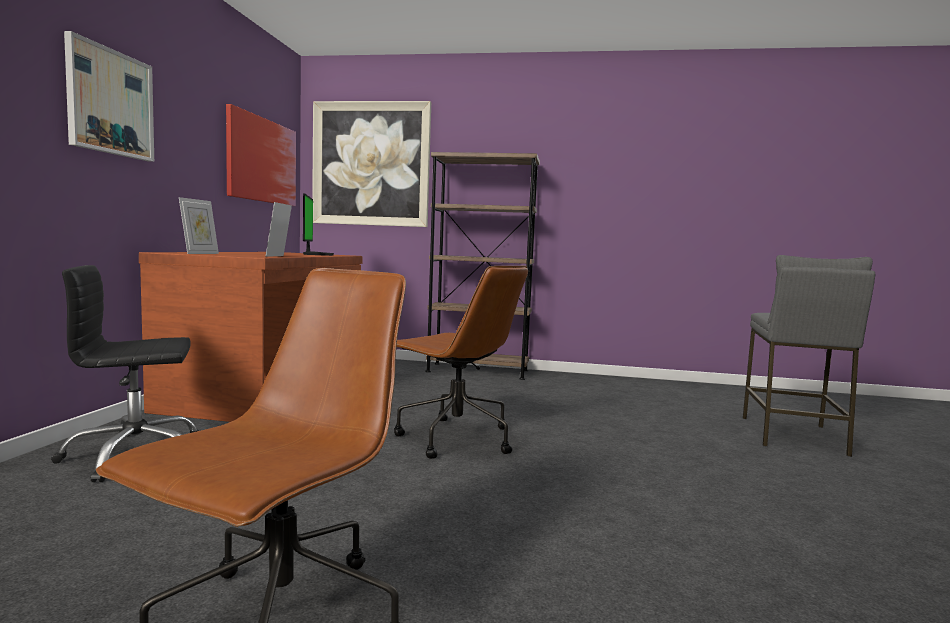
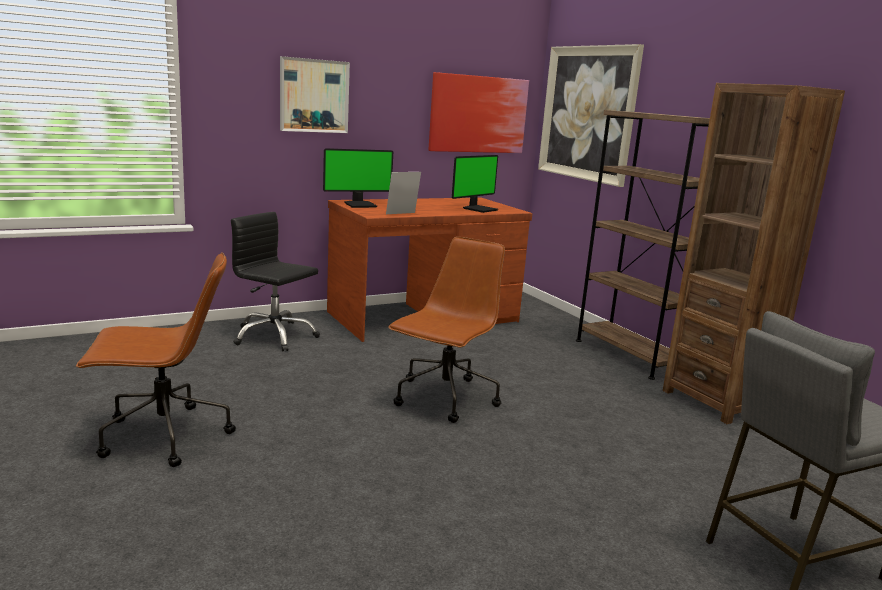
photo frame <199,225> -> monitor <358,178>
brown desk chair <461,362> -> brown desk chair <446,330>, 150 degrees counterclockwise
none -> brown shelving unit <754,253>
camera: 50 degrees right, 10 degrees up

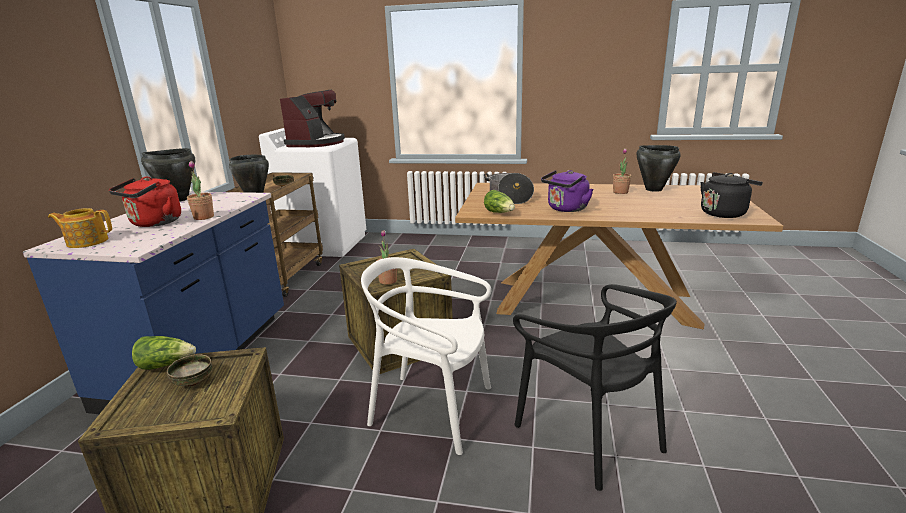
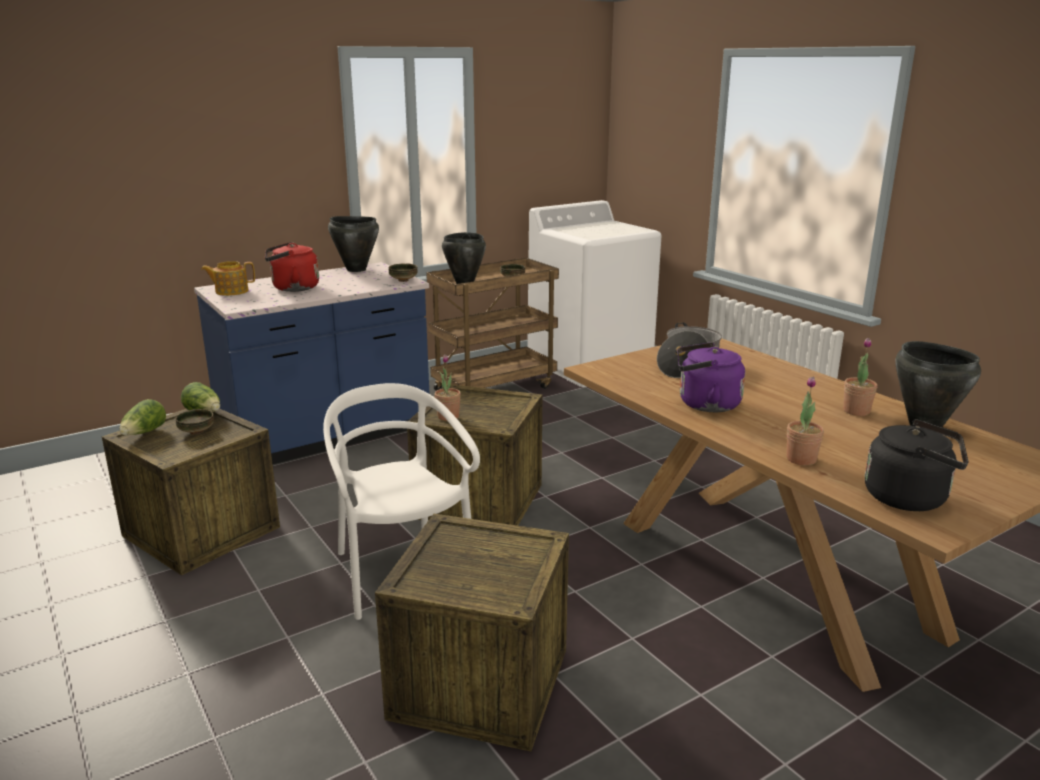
coffee maker <312,118> -> none
potted plant <200,190> -> potted plant <805,421>, shifted
head of lettuce <499,201> -> head of lettuce <142,417>, shifted
tea pot <80,228> -> tea pot <228,278>, 60 degrees counterclockwise
black-coloured upright chair <595,387> -> crate <472,632>
none -> bowl <403,272>
camera: 45 degrees right, 0 degrees up

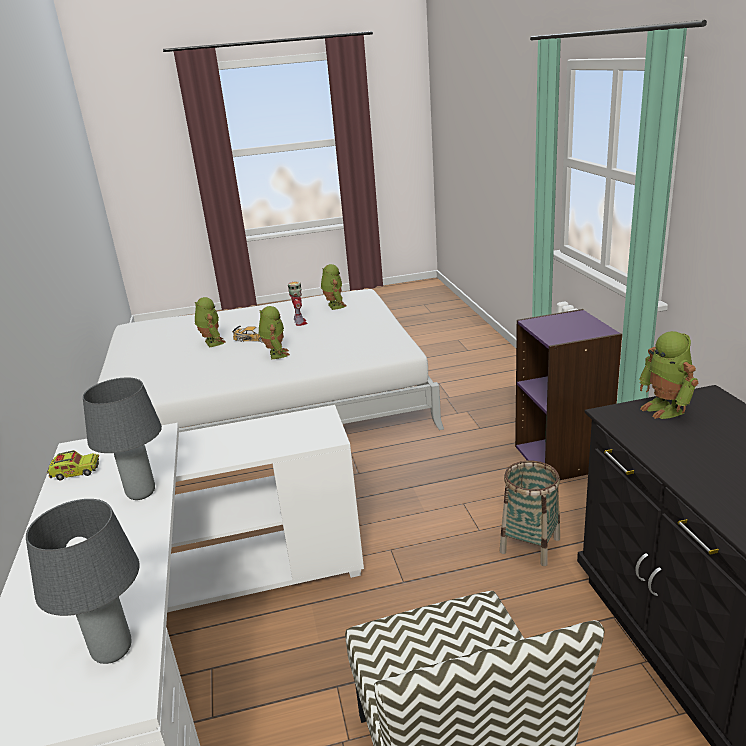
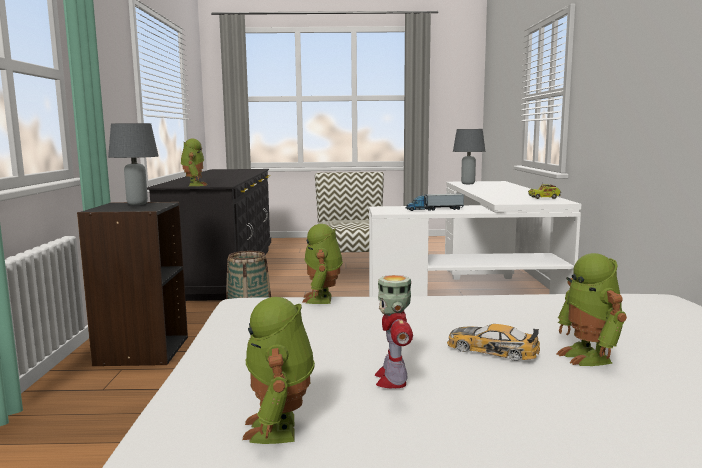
model robot <274,333> -> model robot <322,264>, shifted
purple shelving unit <568,394> -> black-coloured shelving unit <132,284>
greyish table lamp <122,438> -> greyish table lamp <133,164>, shifted
none -> toy truck <435,202>
camera: 170 degrees left, 15 degrees down

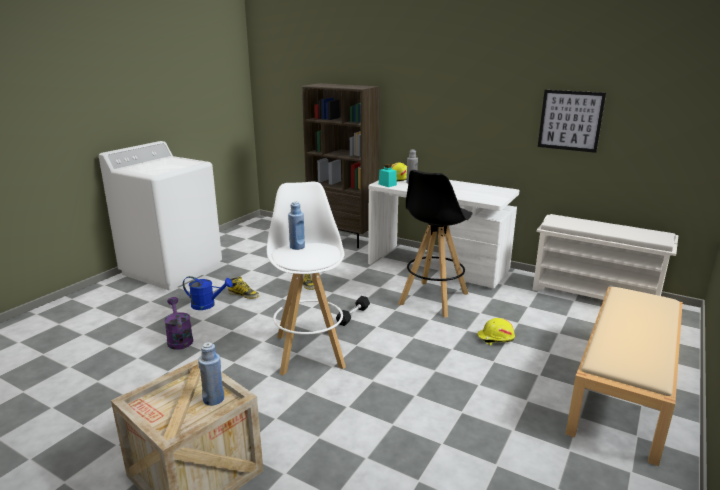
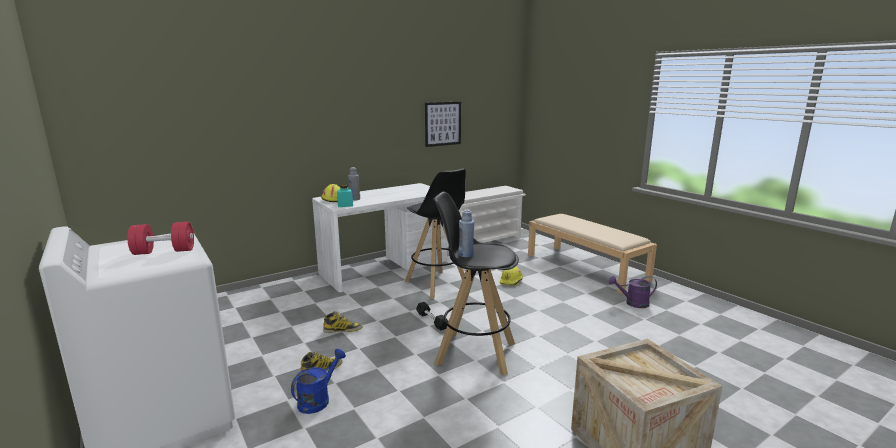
brown shelving unit <341,165> -> none
whitish stool <306,278> -> black-coloured stool <476,283>
purple watering can <178,323> -> purple watering can <633,292>, shifted
bluish bottle <211,374> -> none
none -> red dumbbell <160,238>
camera: 65 degrees left, 5 degrees down

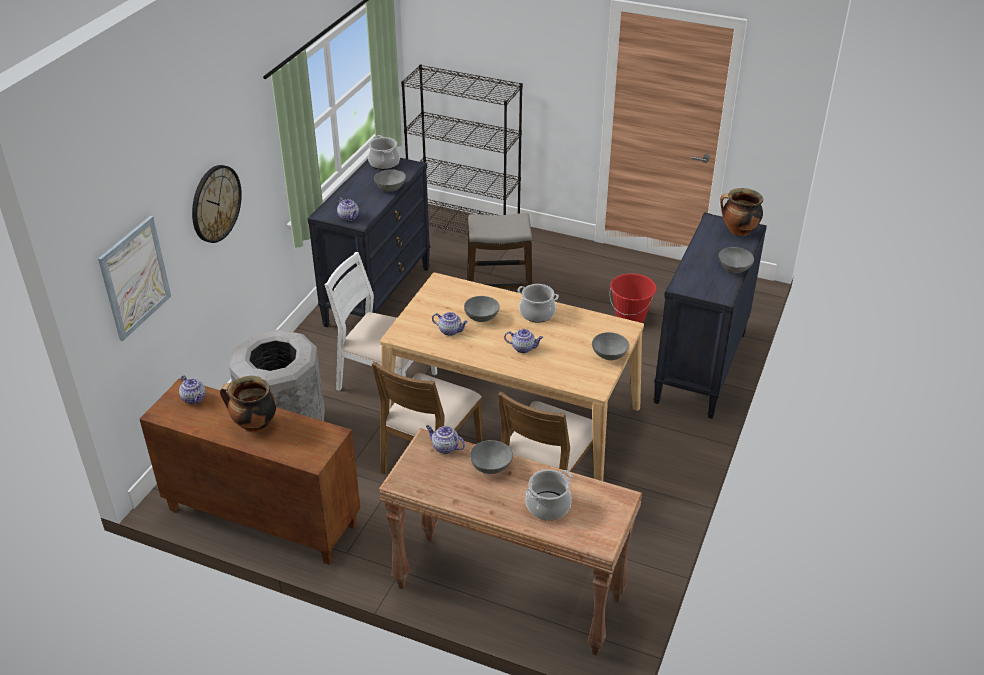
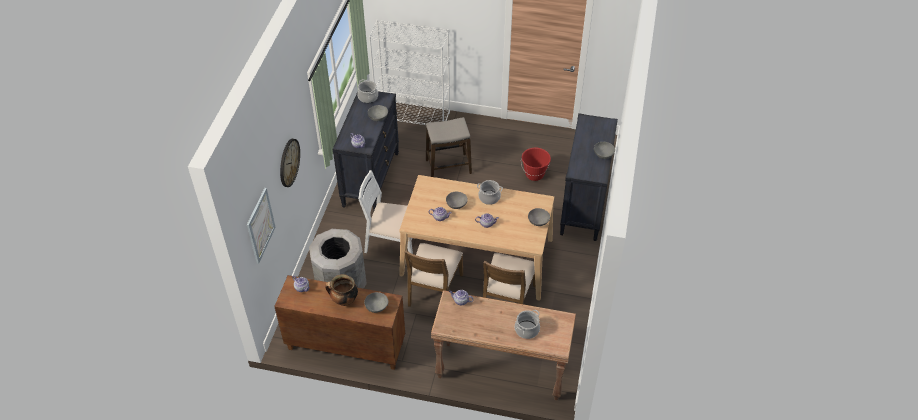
black-coloured shelving unit <462,149> -> whitish shelving unit <409,72>
cooking pot <741,212> -> none
greyish bowl <491,457> -> greyish bowl <376,302>, shifted
camera: 10 degrees left, 10 degrees up

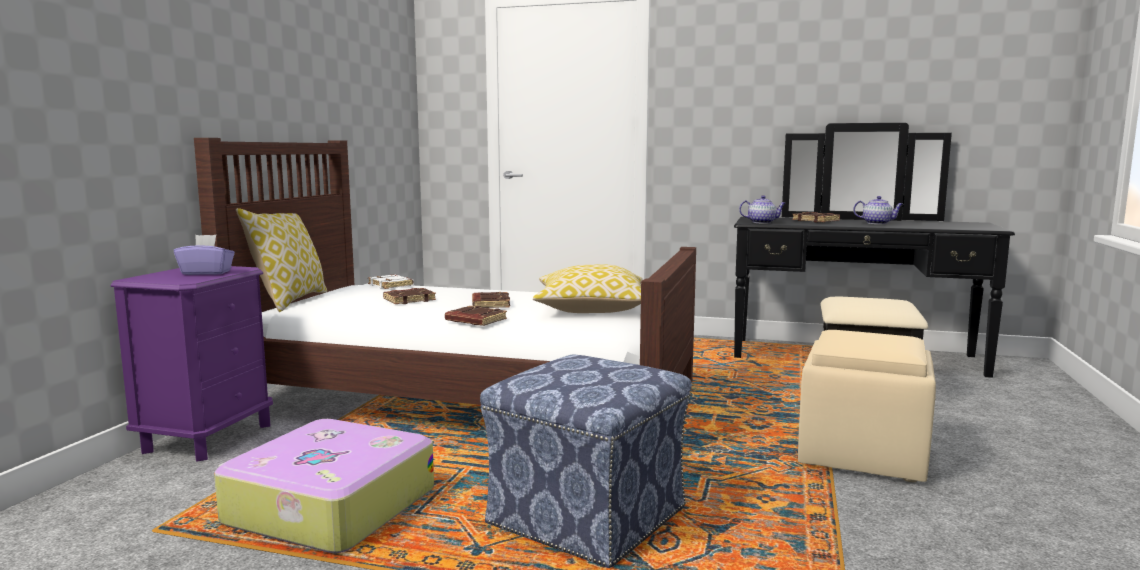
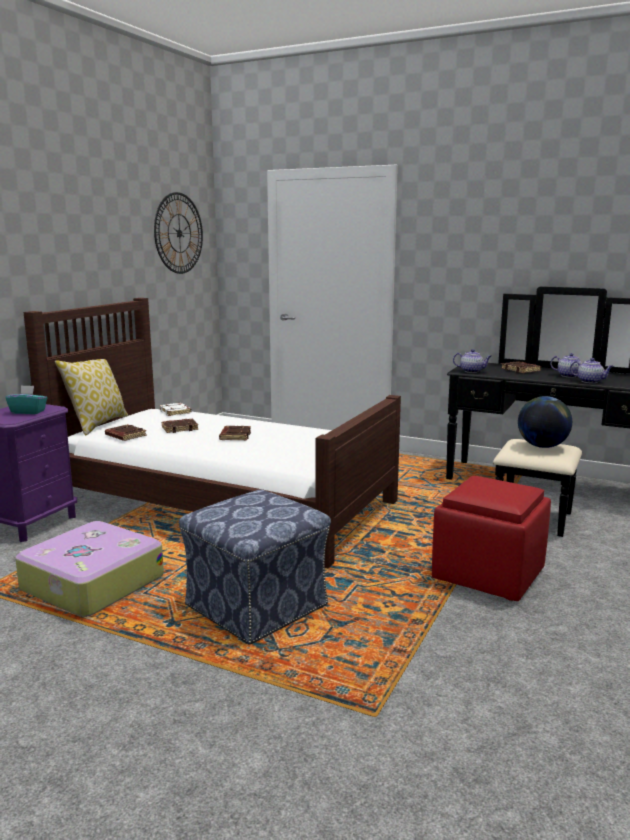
purple tissue box <204,255> -> turquoise-coloured tissue box <26,399>
cushion <588,289> -> none
brown book <476,316> -> brown book <126,432>, shifted
sand-coloured pouffe <867,406> -> red pouffe <491,538>
none -> clock on the wall <178,233>
none -> tea pot <592,370>
none -> globe <545,422>
camera: 10 degrees right, 5 degrees up

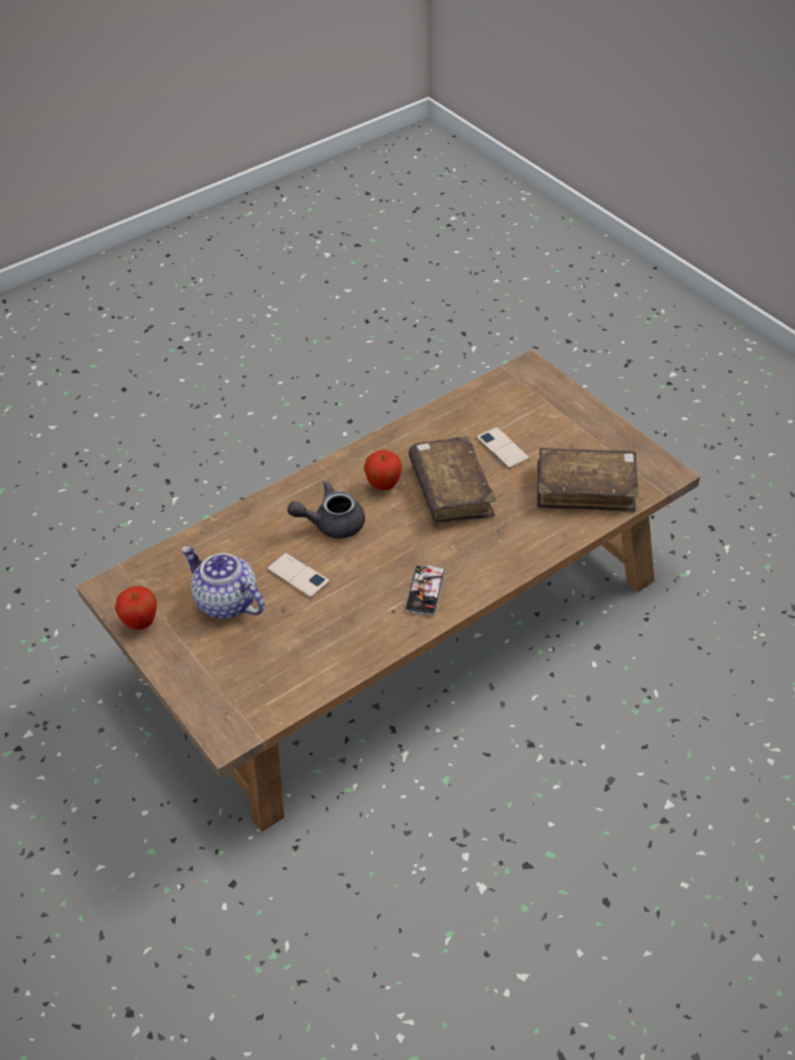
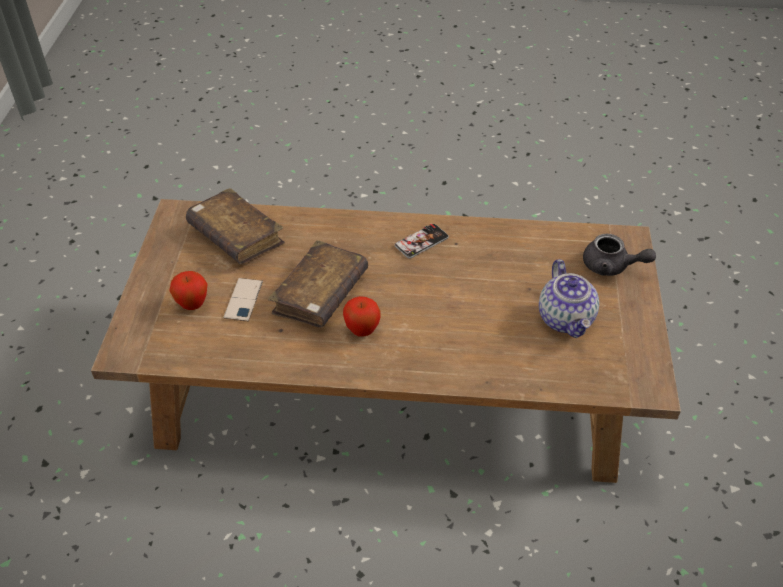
greyish tea pot <326,509> -> greyish tea pot <619,255>, shifted
handset <298,575> -> none
apple <136,608> -> apple <188,290>, shifted
camera: 140 degrees left, 0 degrees up

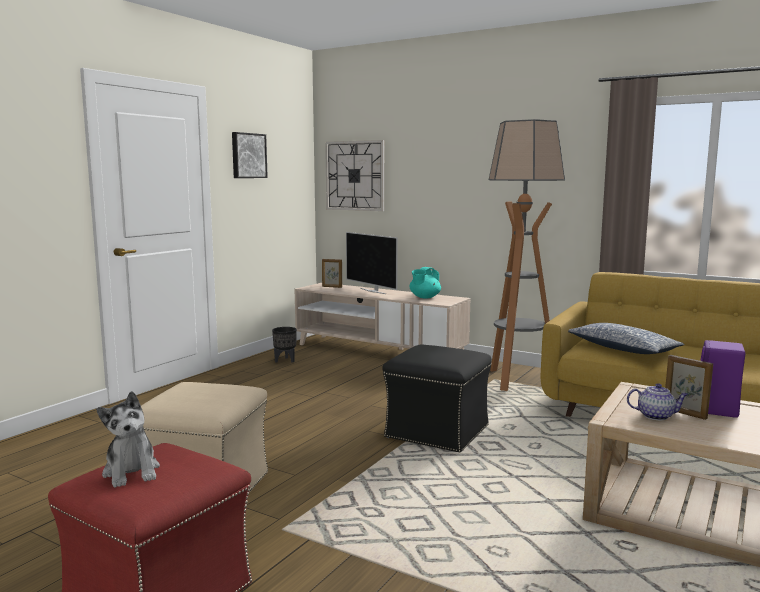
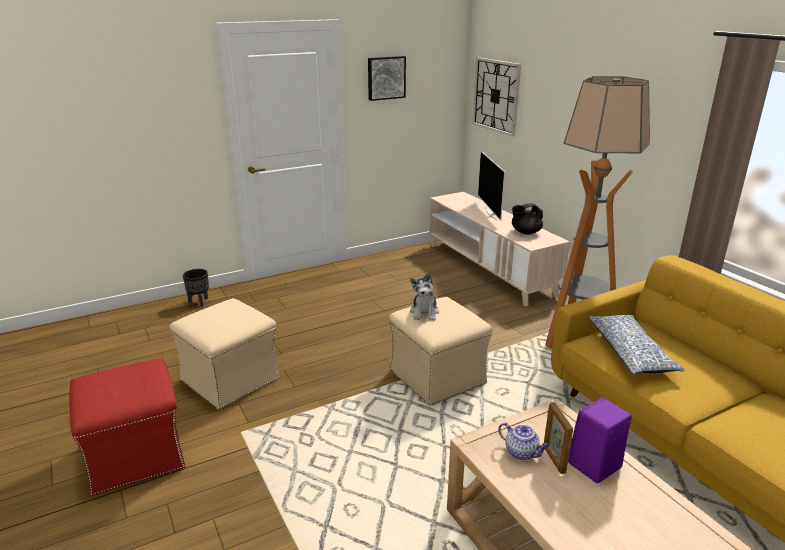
photo frame <332,273> -> none
turquoise-coloured tea pot <425,282> -> black-coloured tea pot <527,219>
black-coloured plant pot <284,344> -> black-coloured plant pot <196,288>, shifted
black-coloured pouffe <437,398> -> sand-coloured pouffe <441,351>
cuddly toy <128,439> -> cuddly toy <424,297>, shifted
camera: 30 degrees right, 15 degrees up

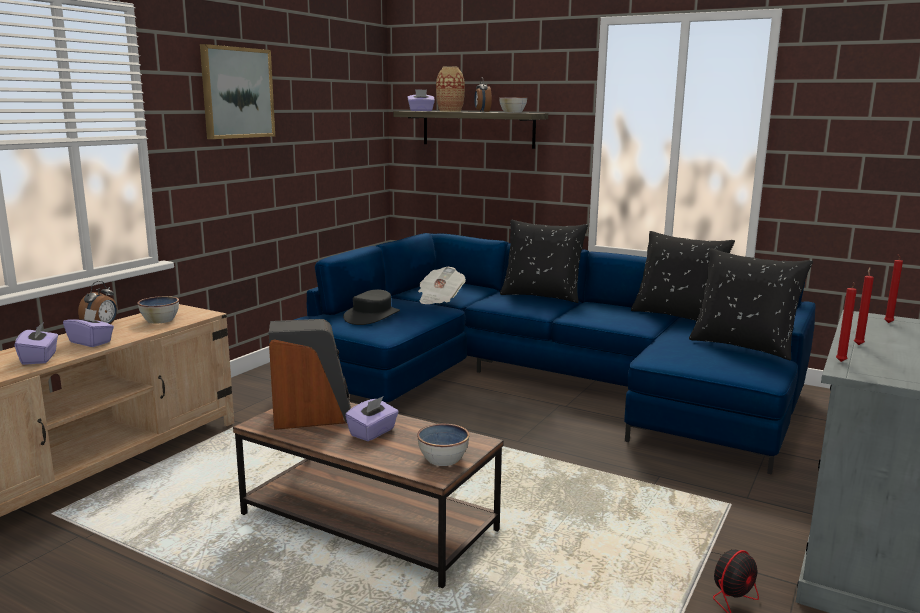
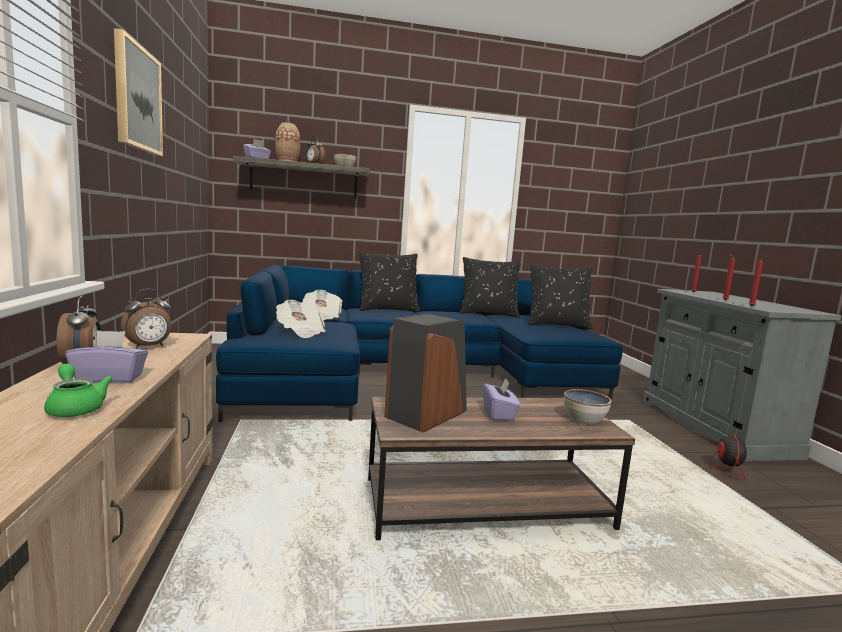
black-coloured hat <371,307> -> printed paper <301,319>
bowl <158,310> -> alarm clock <146,319>
purple tissue box <36,343> -> green-coloured tea pot <78,390>
camera: 40 degrees left, 5 degrees down

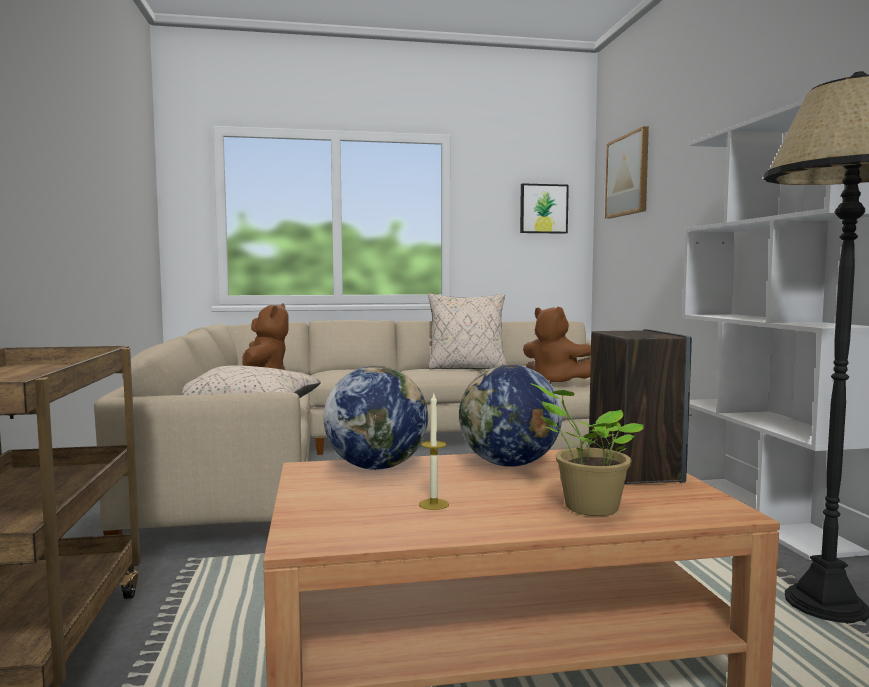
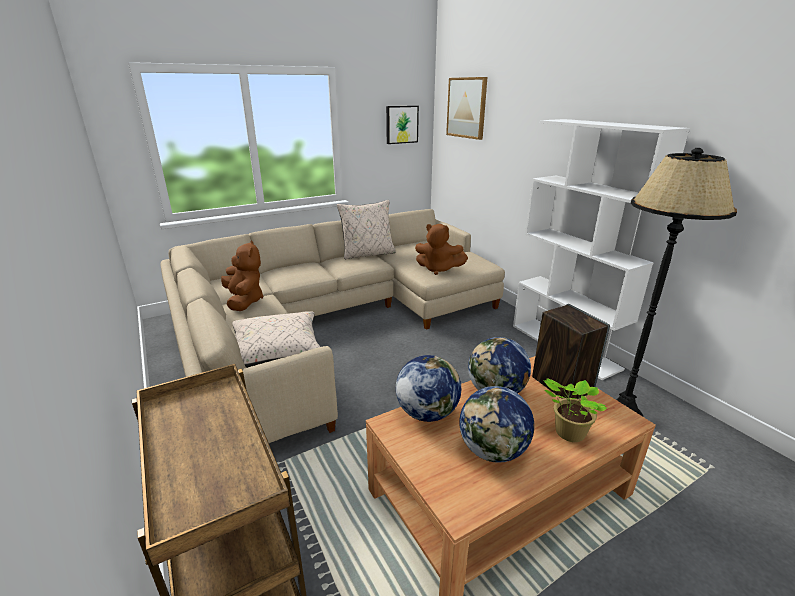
wax candle <434,452> -> globe <496,424>
camera: 20 degrees left, 20 degrees up

